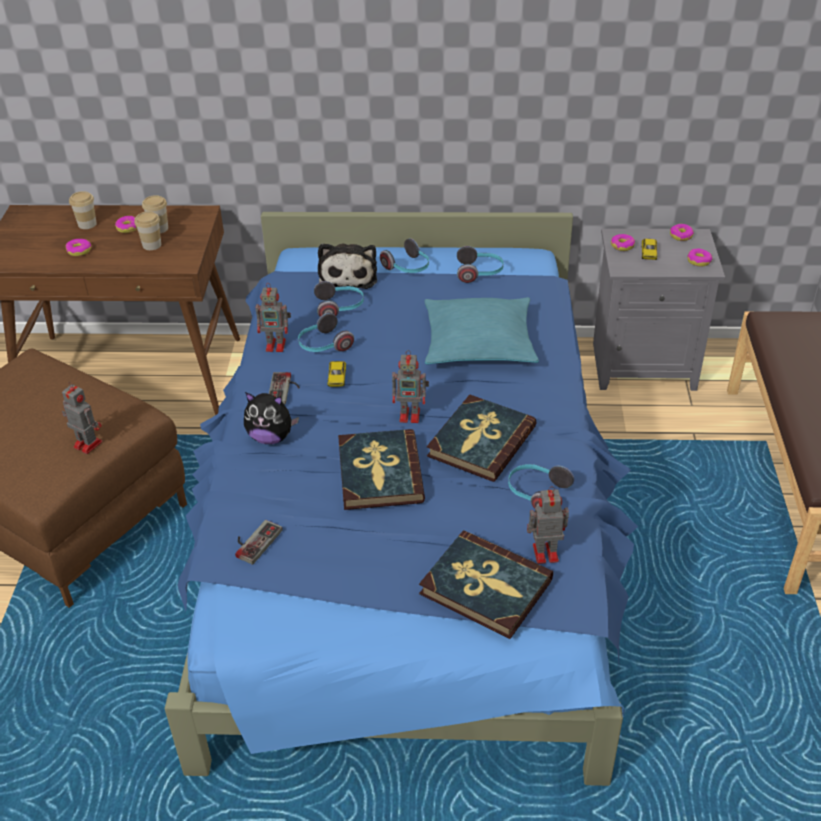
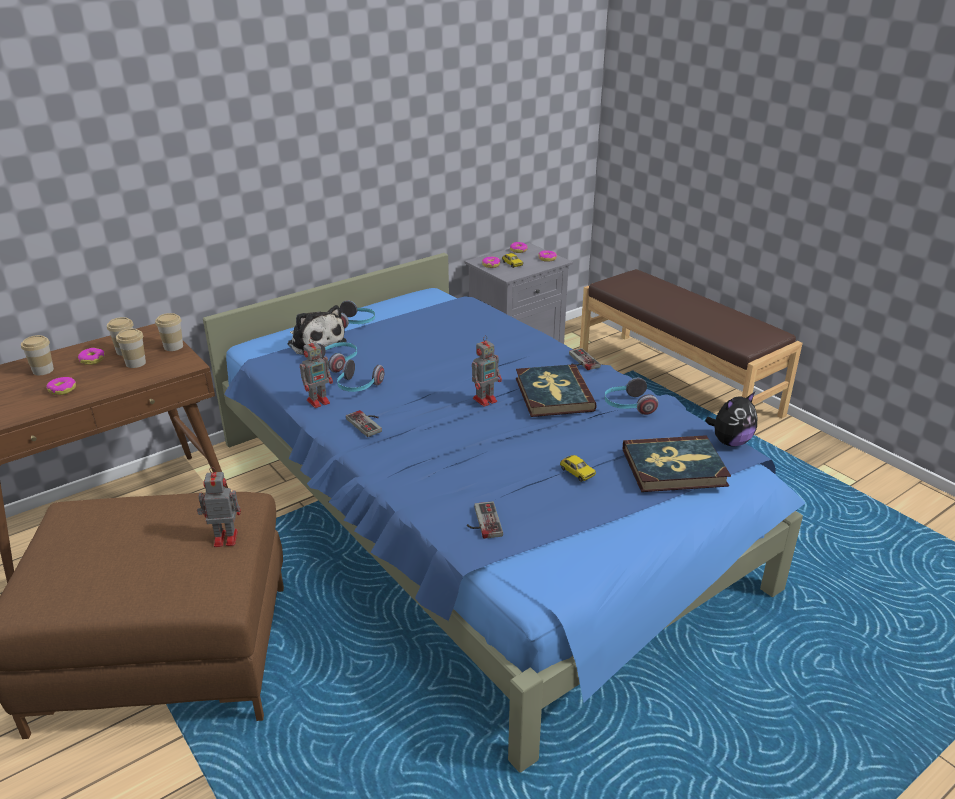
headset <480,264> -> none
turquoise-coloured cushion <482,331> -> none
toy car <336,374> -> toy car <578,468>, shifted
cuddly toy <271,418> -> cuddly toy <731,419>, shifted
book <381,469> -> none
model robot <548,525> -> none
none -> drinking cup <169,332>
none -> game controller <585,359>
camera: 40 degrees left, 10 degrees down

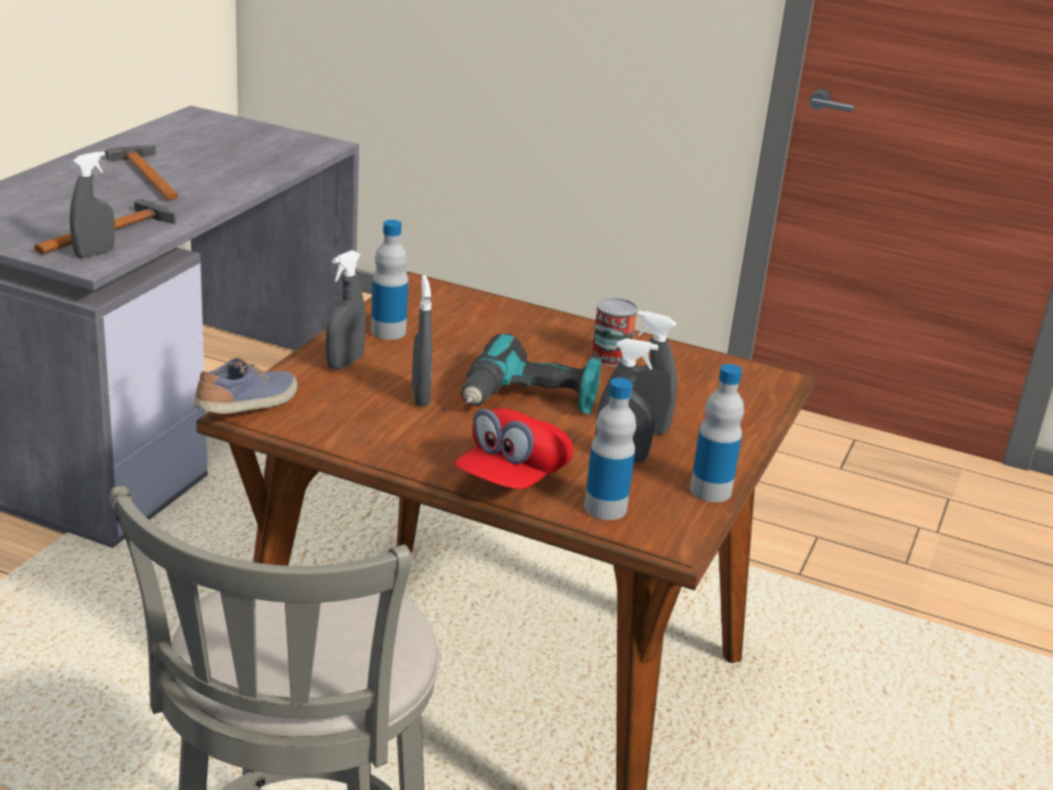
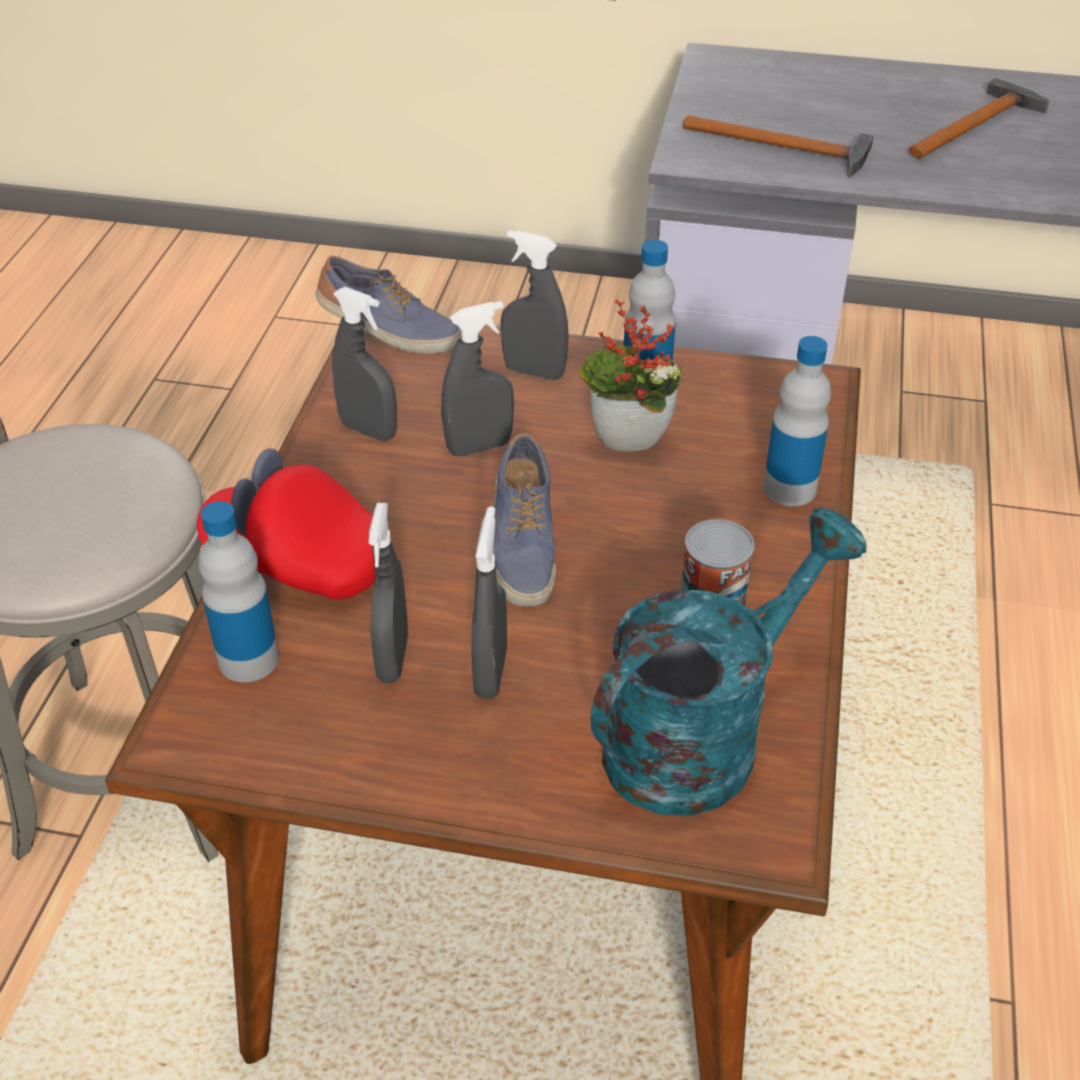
greyish sprayer <92,204> -> greyish sprayer <364,364>, shifted
drill <531,374> -> shoe <524,520>
bottle <717,433> -> bottle <797,421>, shifted
none -> potted plant <630,375>
none -> turquoise-coloured watering can <728,662>
camera: 80 degrees right, 15 degrees up

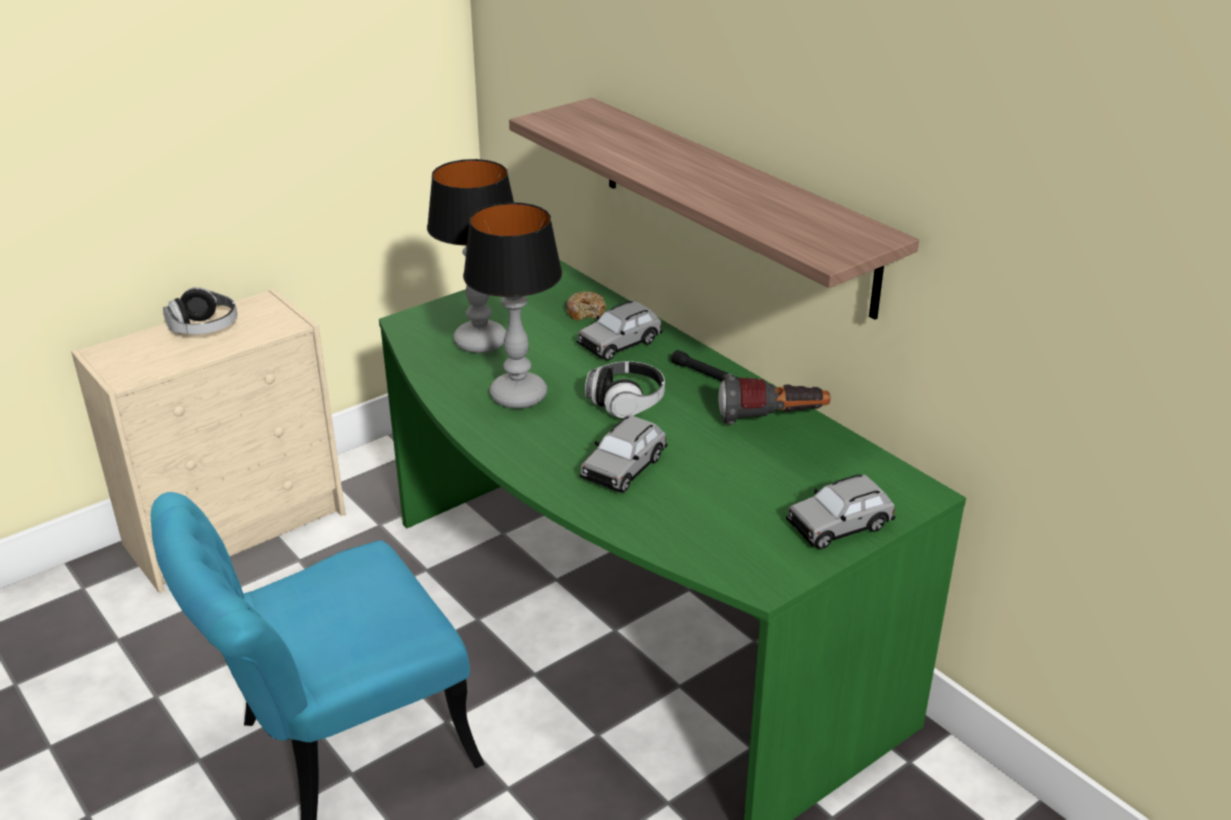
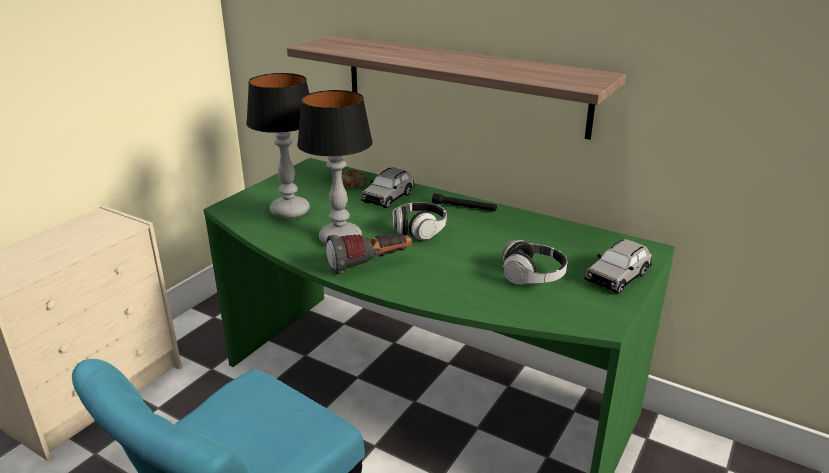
headset <200,310> -> headset <534,262>, shifted
flashlight <774,399> -> flashlight <369,254>, shifted
greyish toy car <624,454> -> none
camera: 20 degrees left, 5 degrees down

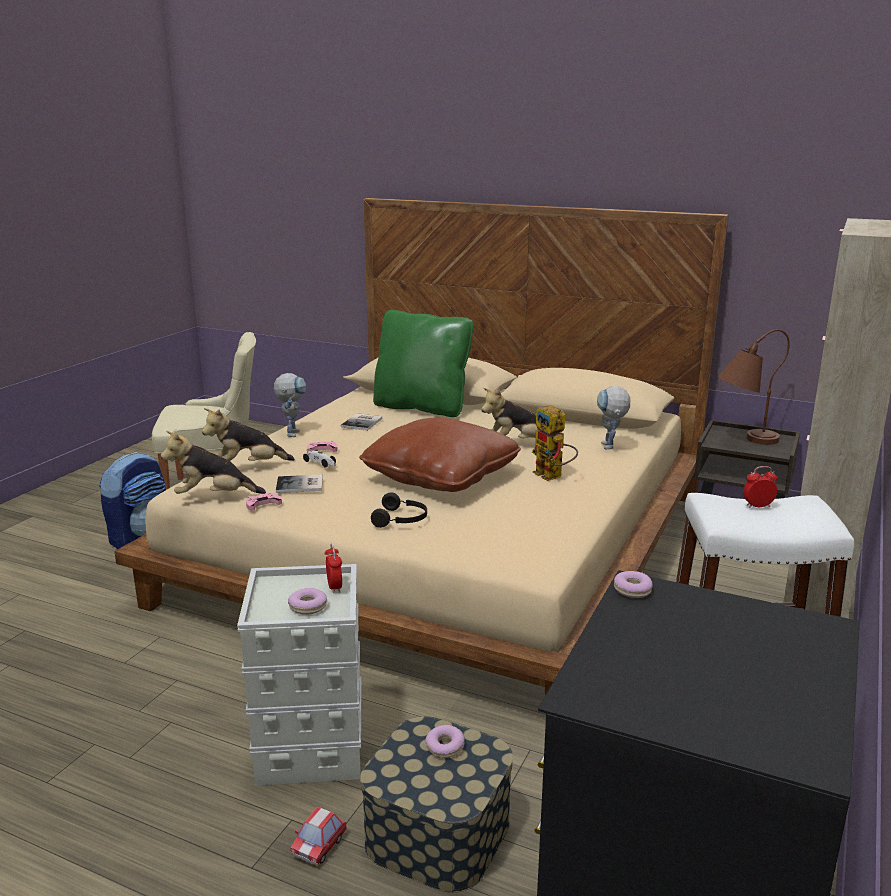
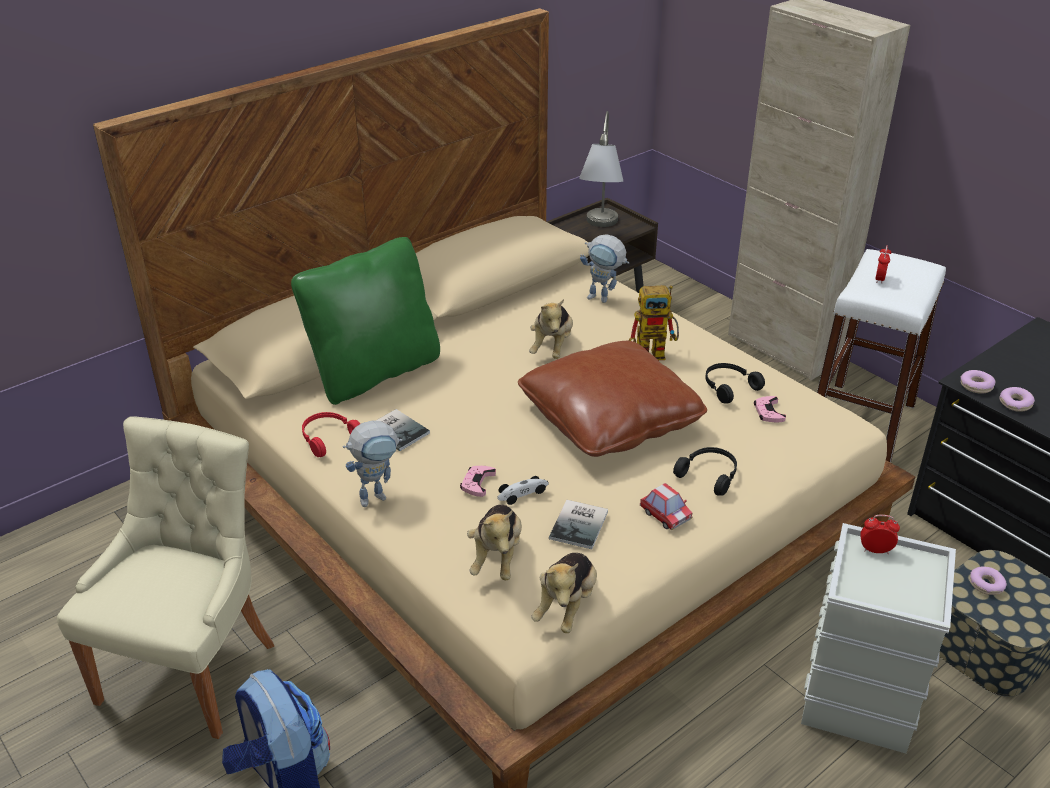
brown table lamp <754,387> -> greyish table lamp <601,169>
model robot <290,405> -> model robot <372,463>, 120 degrees clockwise
pink-coloured game controller <264,501> -> pink-coloured game controller <770,409>, shifted
ring doughnut <307,601> -> ring doughnut <1017,399>, shifted
toy car <318,836> -> toy car <666,506>, shifted
none -> black-coloured headset <735,383>
none -> red headset <331,434>
camera: 65 degrees left, 15 degrees up

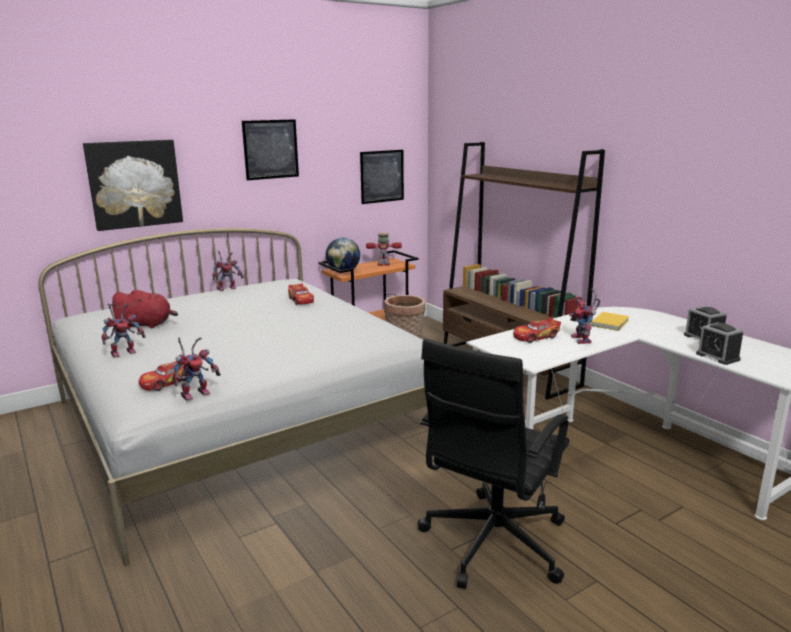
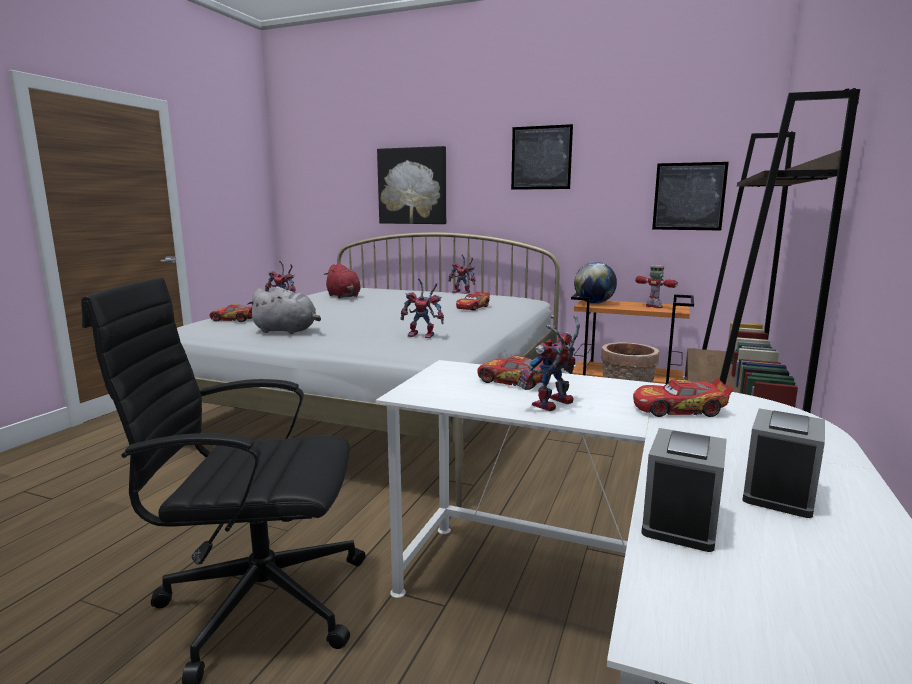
yellow book <610,321> -> toy car <683,397>
model robot <197,369> -> model robot <422,308>, shifted
none -> greyish cuddly toy <284,310>
camera: 55 degrees right, 5 degrees down

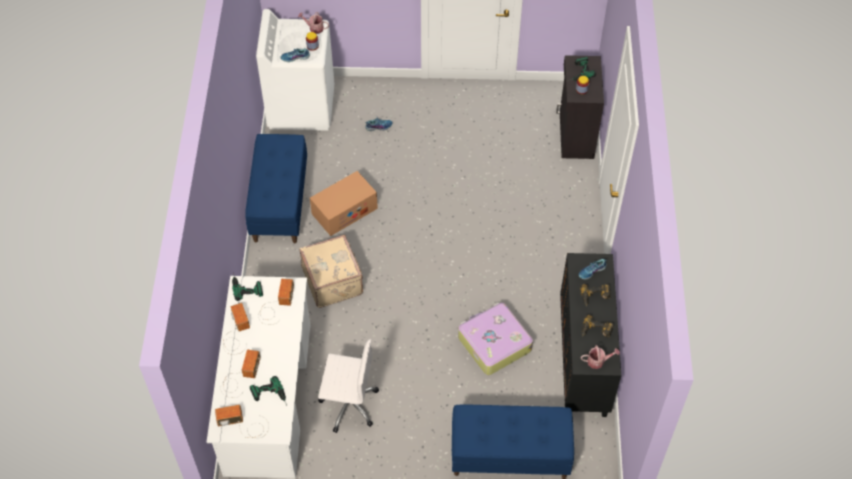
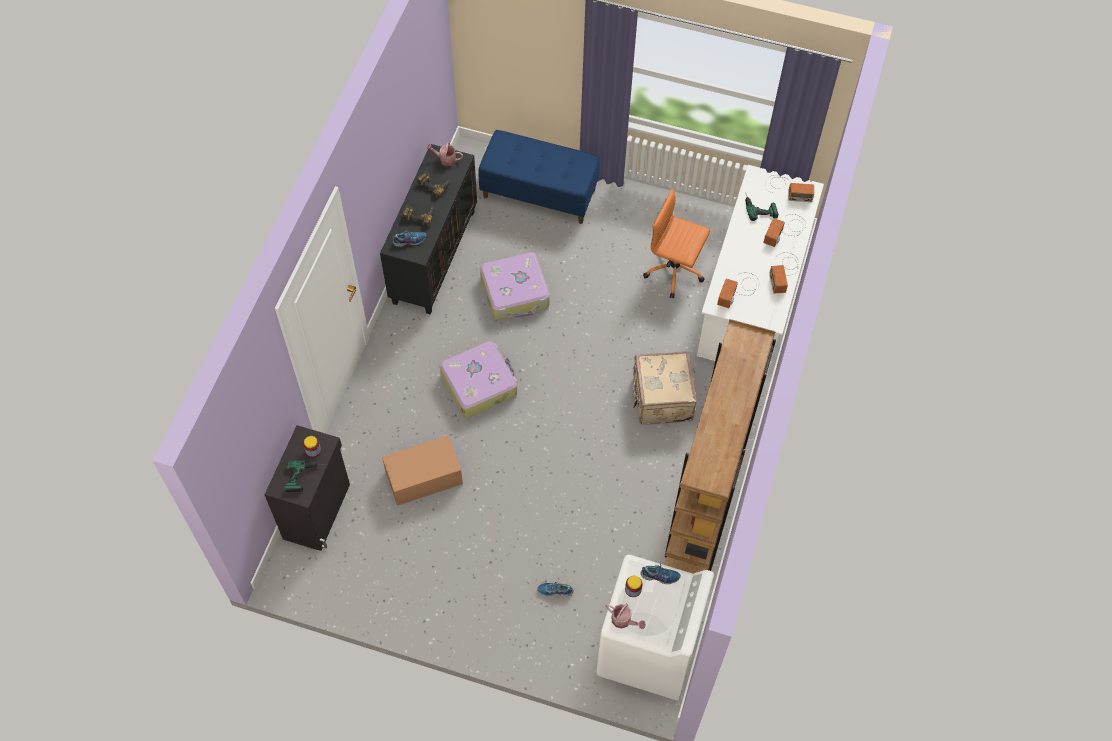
bluish indoor bench <276,188> -> brown shelving unit <720,446>
packing box <344,203> -> packing box <422,471>, shifted
drill <247,286> -> none
whitish desk chair <348,386> -> orangey desk chair <676,244>
none -> piece of luggage <478,379>
camera: 165 degrees left, 5 degrees up

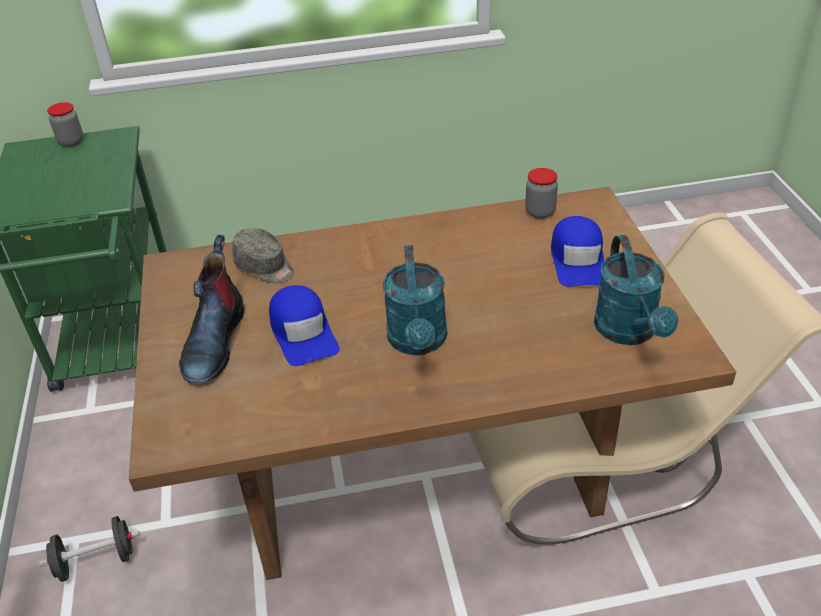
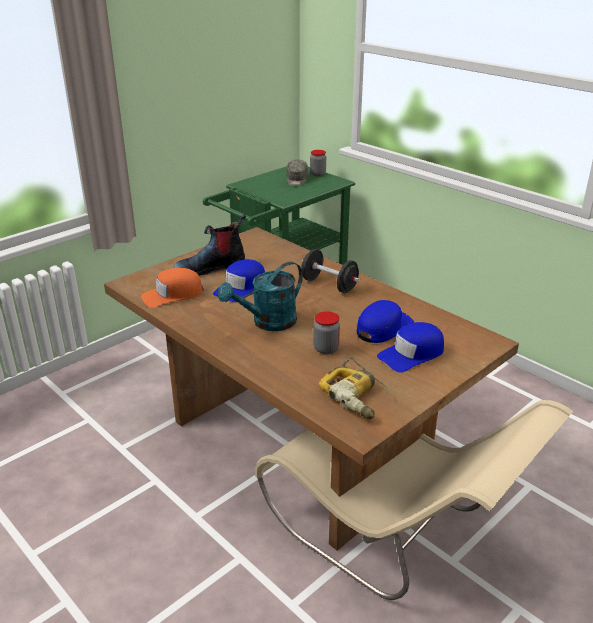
jar <541,193> -> jar <326,332>, shifted
greyish baseball cap <263,255> -> greyish baseball cap <297,173>, shifted
turquoise-coloured watering can <636,290> -> drill <354,388>
black-coloured dumbbell <89,549> -> black-coloured dumbbell <330,271>, shifted
none -> orangey baseball cap <172,288>
none -> bluish baseball cap <385,321>
camera: 55 degrees right, 10 degrees down

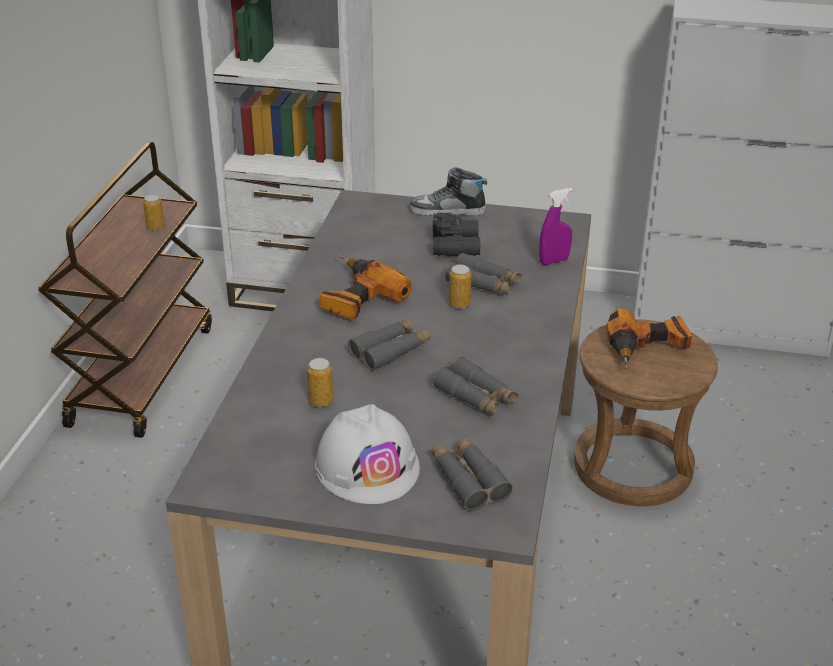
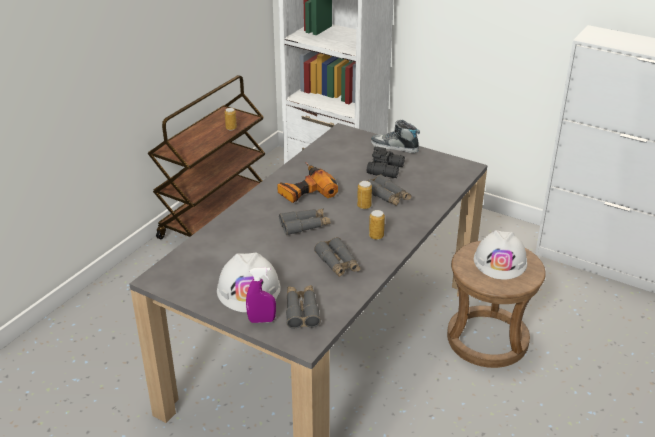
purple sprayer <555,226> -> purple sprayer <261,295>, shifted
drill <649,338> -> whitish hard hat <500,255>
can <320,382> -> can <377,225>, shifted
camera: 20 degrees right, 0 degrees up

